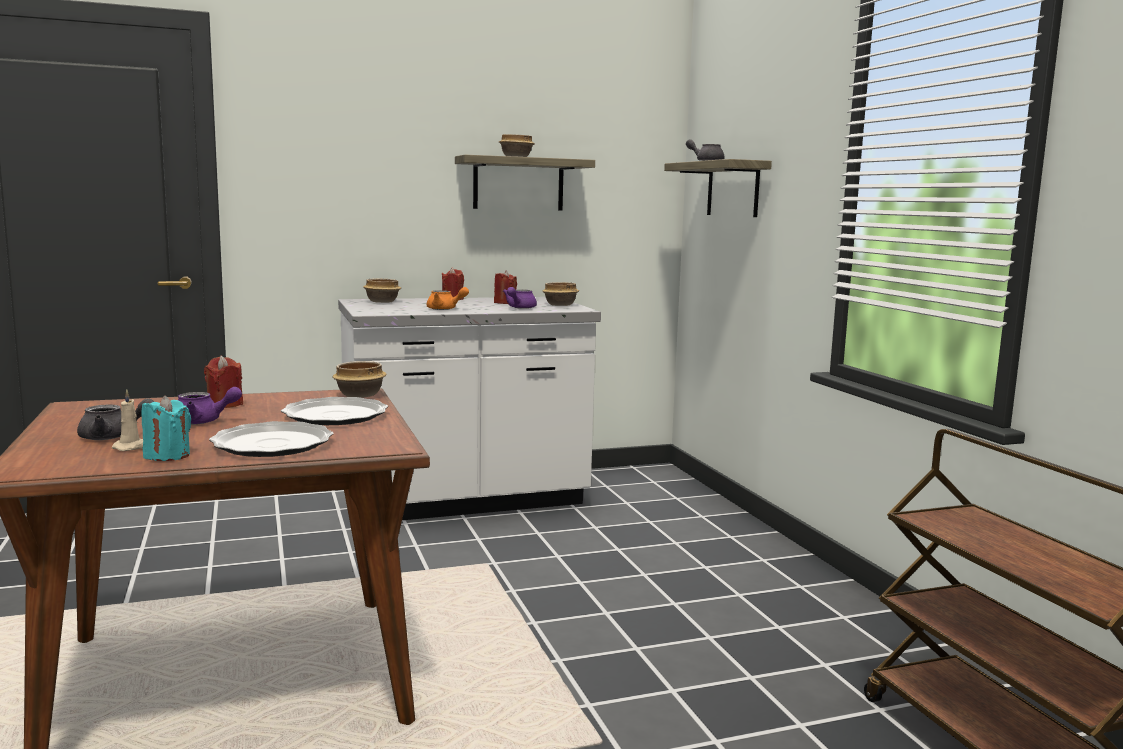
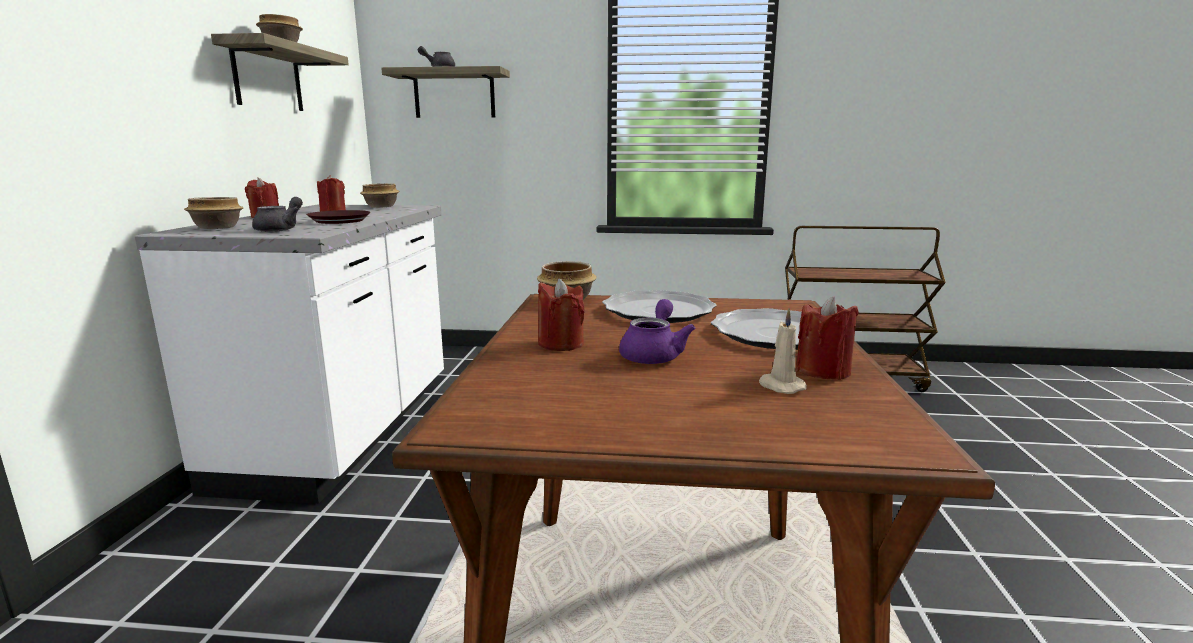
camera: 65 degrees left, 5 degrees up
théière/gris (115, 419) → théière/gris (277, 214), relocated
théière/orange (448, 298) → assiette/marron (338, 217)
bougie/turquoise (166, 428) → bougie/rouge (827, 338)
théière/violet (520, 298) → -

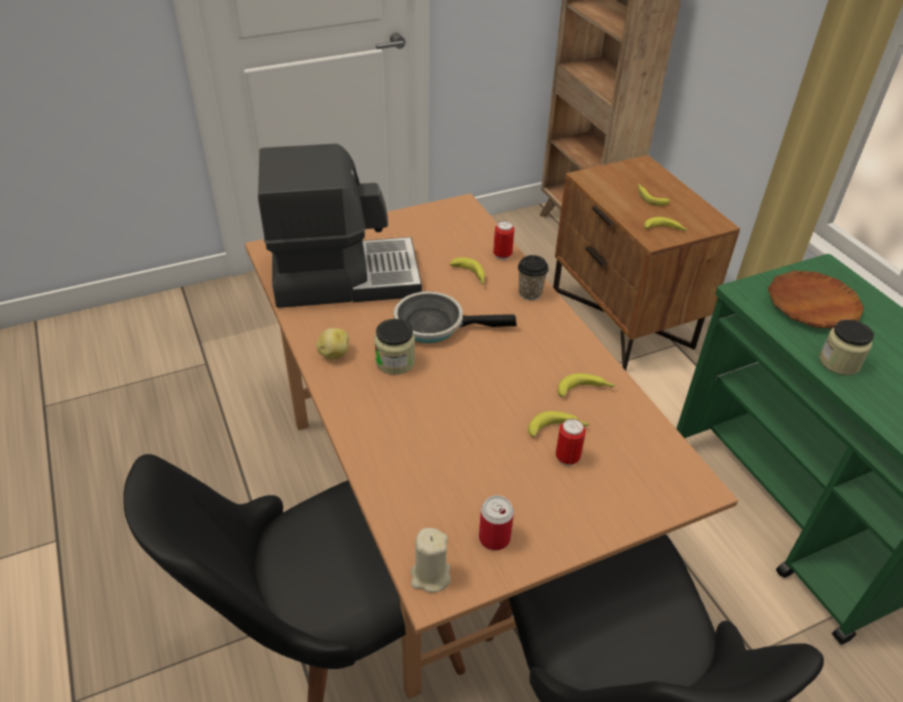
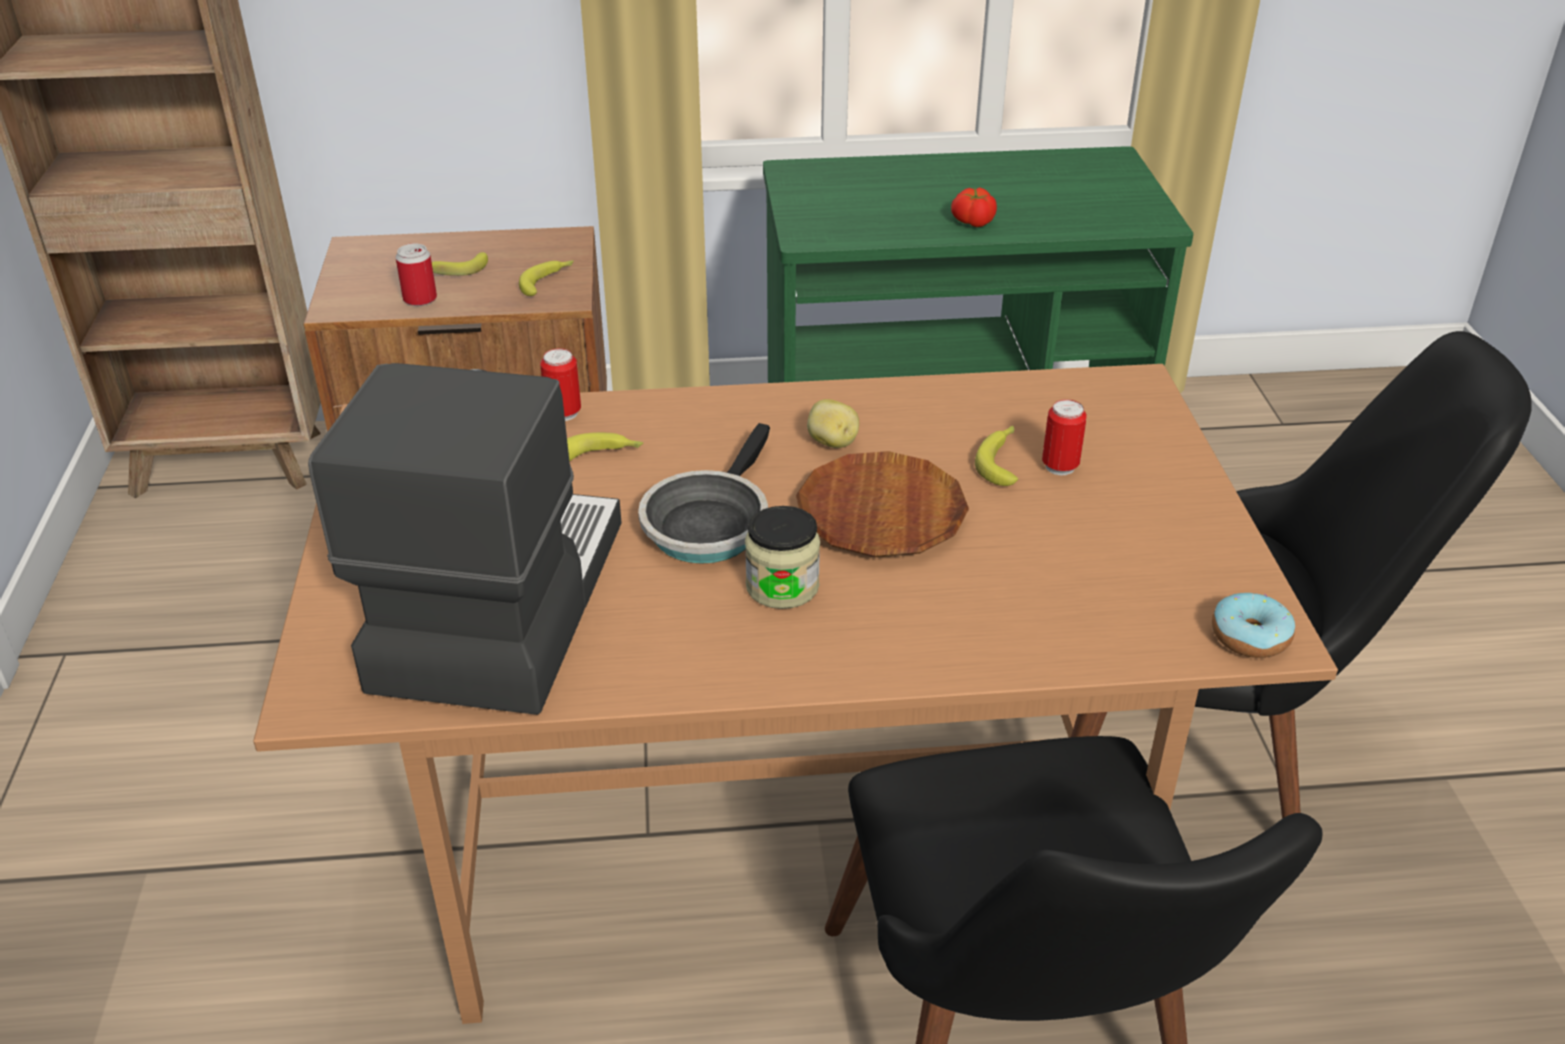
camera: 70 degrees left, 5 degrees down
boîte métallique (496, 522) → boîte métallique (416, 274), relocated
assiette/marron (816, 300) → assiette/marron (882, 504), relocated
pomme de terre (332, 344) → pomme de terre (833, 423), relocated
bocal (846, 347) → tomate (974, 207)
bougie/beige (430, 560) → beignet (1253, 625)
tasse (533, 277) → -
banane (587, 385) → -

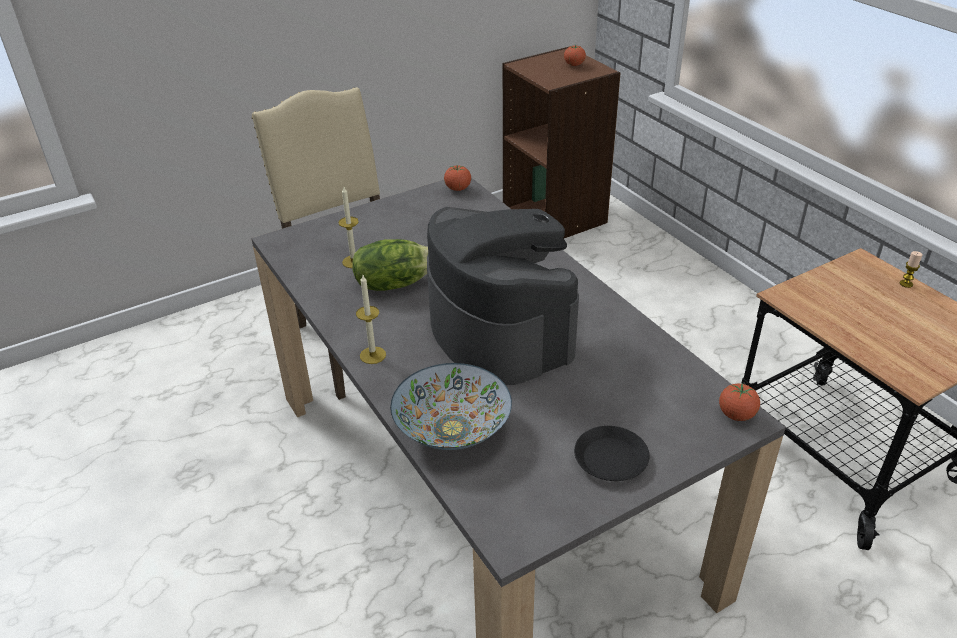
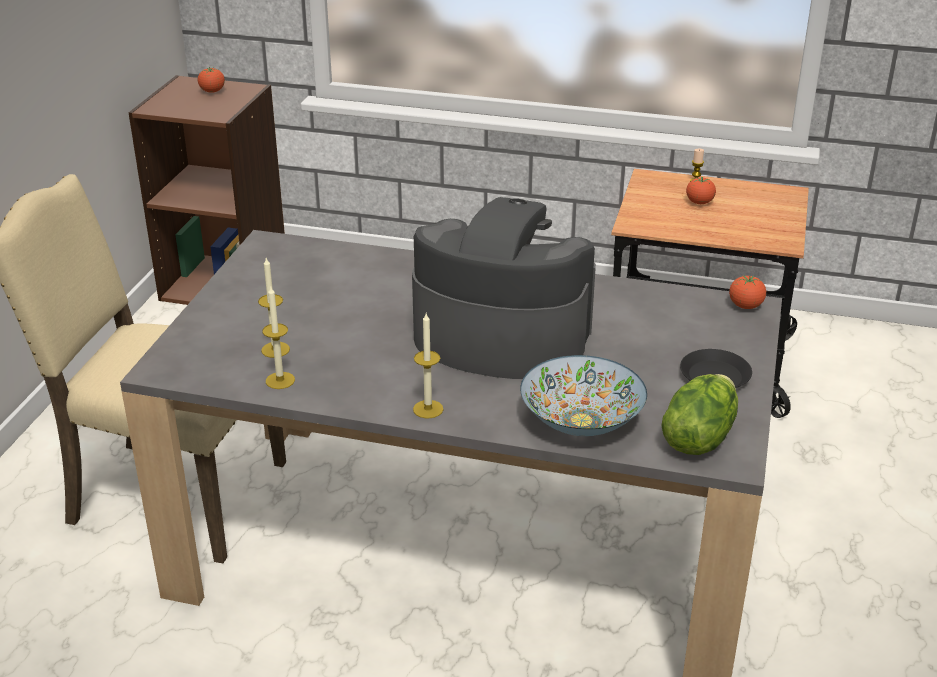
camera: 45 degrees left, 5 degrees down
- → bougie (278, 337)
laitue (390, 265) → laitue (699, 414), relocated
tomate (457, 178) → tomate (701, 190), relocated

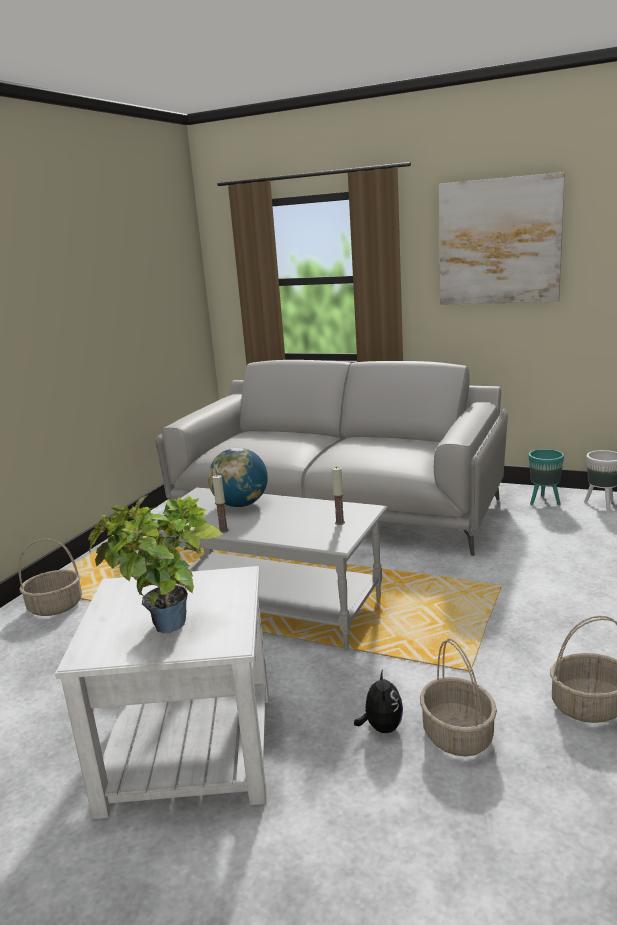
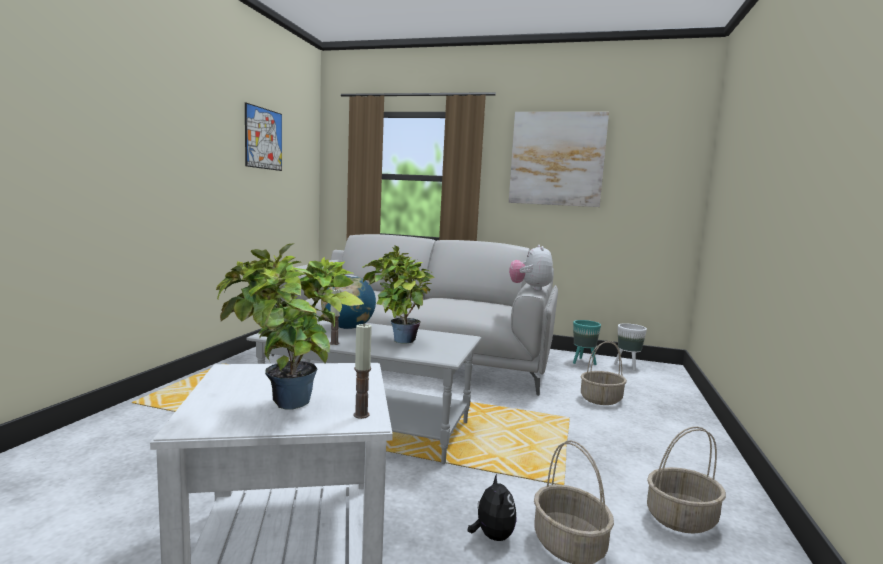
camera: 10 degrees left, 10 degrees down
- → tableau (263, 136)
bougie (338, 495) → bougie (362, 371), relocated
- → plante en pot (398, 294)
- → peluche (531, 267)
panier (50, 577) → panier (604, 373), relocated

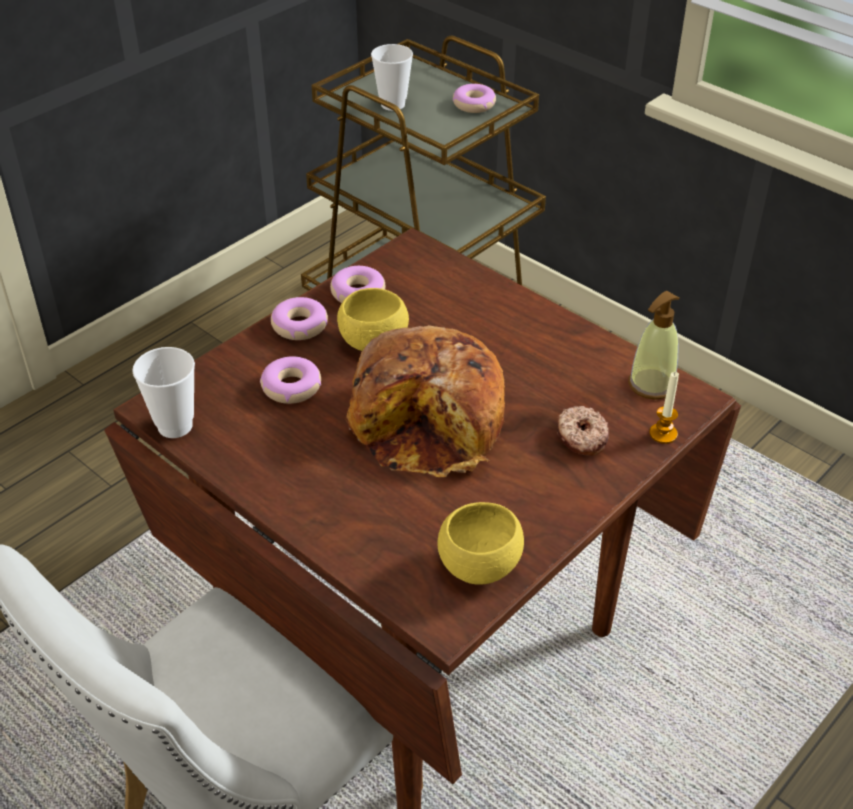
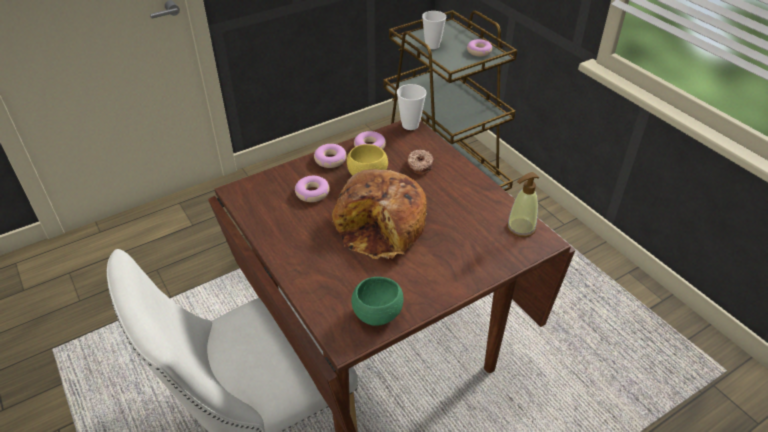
camera: 15 degrees right, 0 degrees up
bol/jaune (480, 543) → bol/vert (377, 301)
tasse (163, 392) → tasse (412, 107), relocated
beignet (583, 431) → beignet (420, 161), relocated
bougie (664, 408) → -

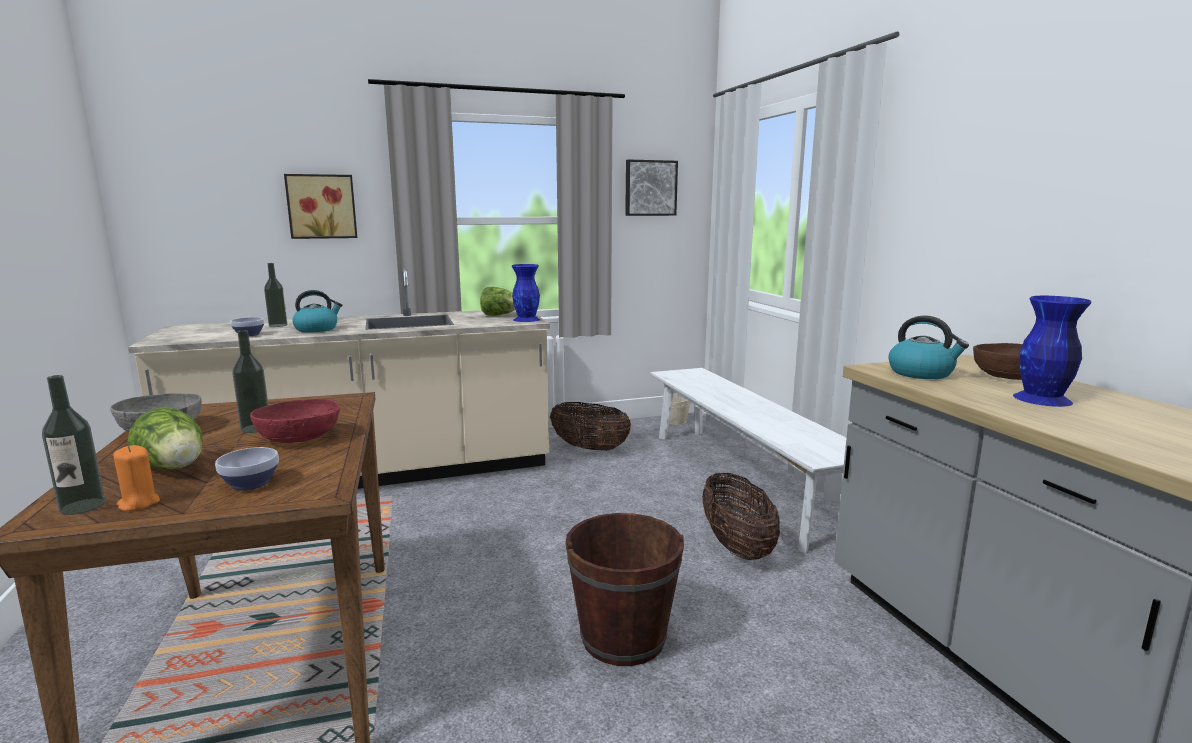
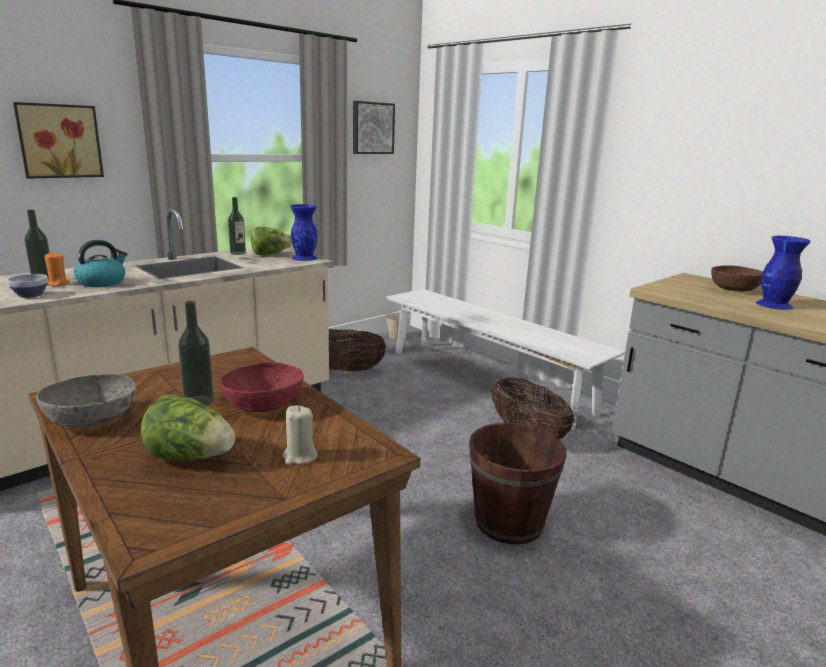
camera: 25 degrees left, 5 degrees up
bougie/orange (136, 478) → bougie/orange (57, 269), relocated
bouteille (73, 445) → bouteille (237, 226), relocated
bol (247, 468) → bougie/beige (299, 435)
bouilloire (928, 347) → -

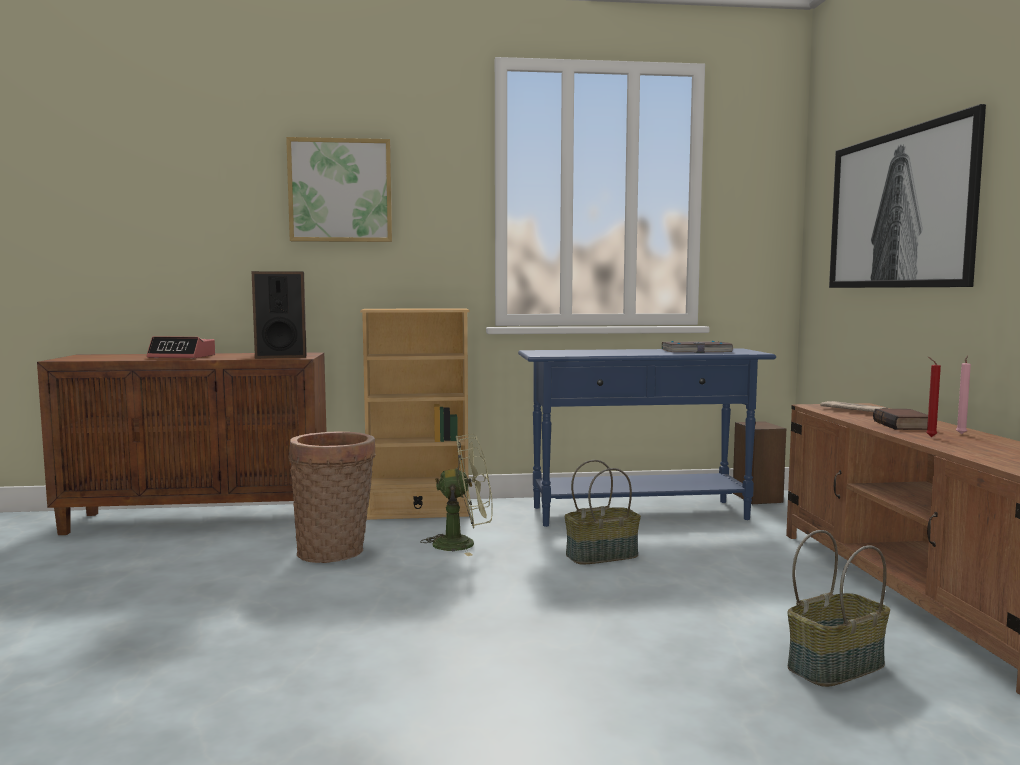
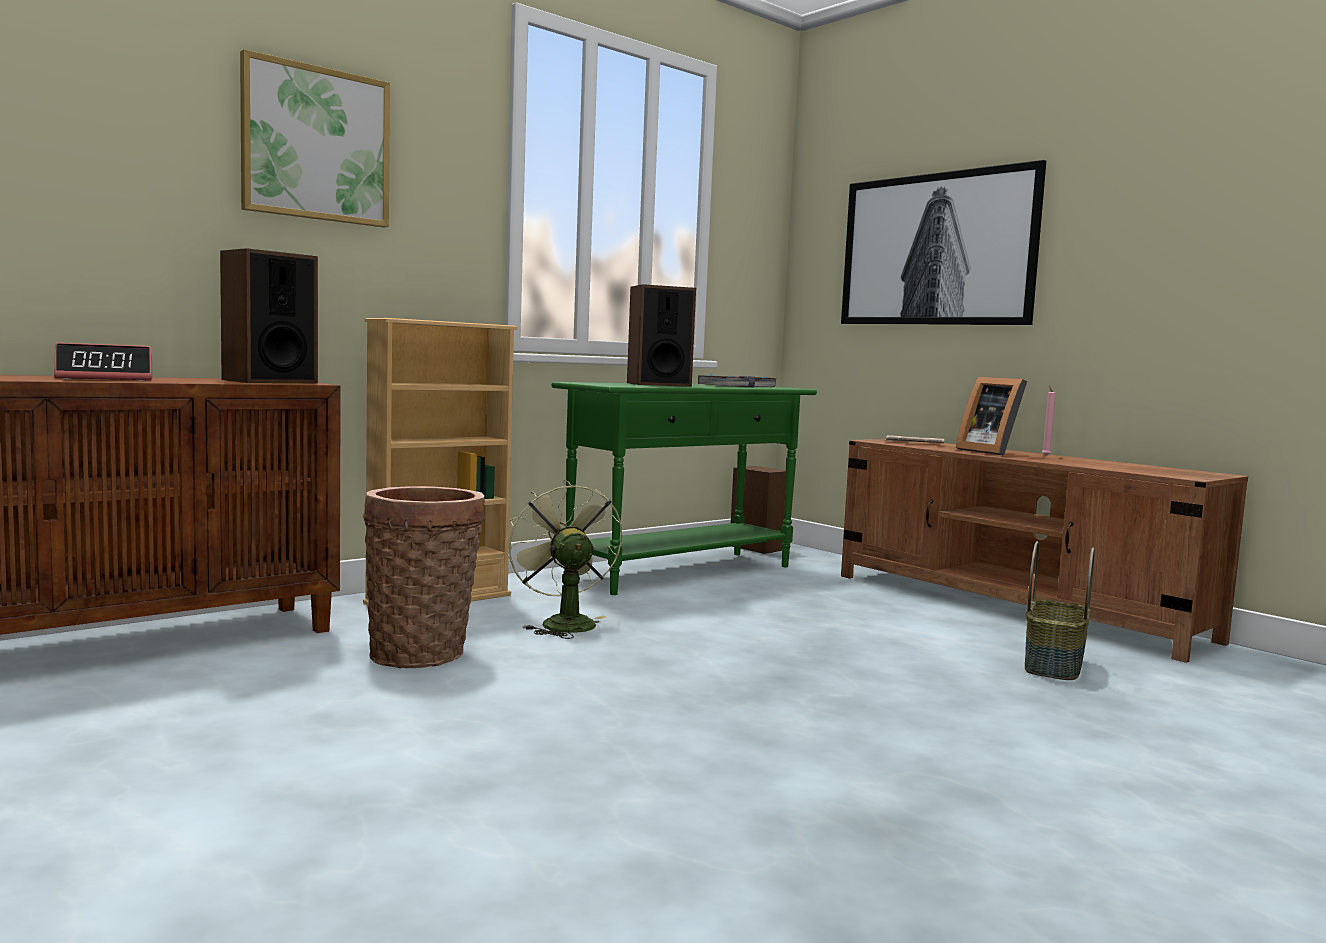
camera: 35 degrees left, 0 degrees up
ventilateur/vert (456, 495) → ventilateur/vert (564, 559), 75 degrees counterclockwise
table console/bleu (647, 437) → table console/vert (684, 488)
- → enceinte (661, 335)
livre (900, 419) → cadre photo (991, 416)
panier (603, 512) → -
bougie/rouge (933, 397) → -

